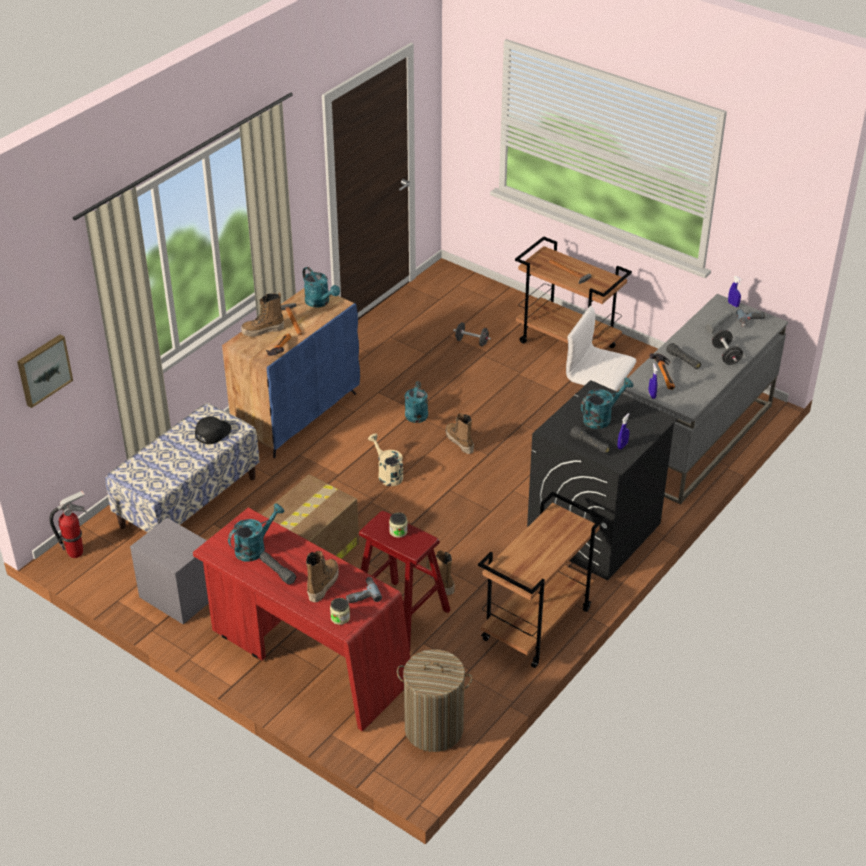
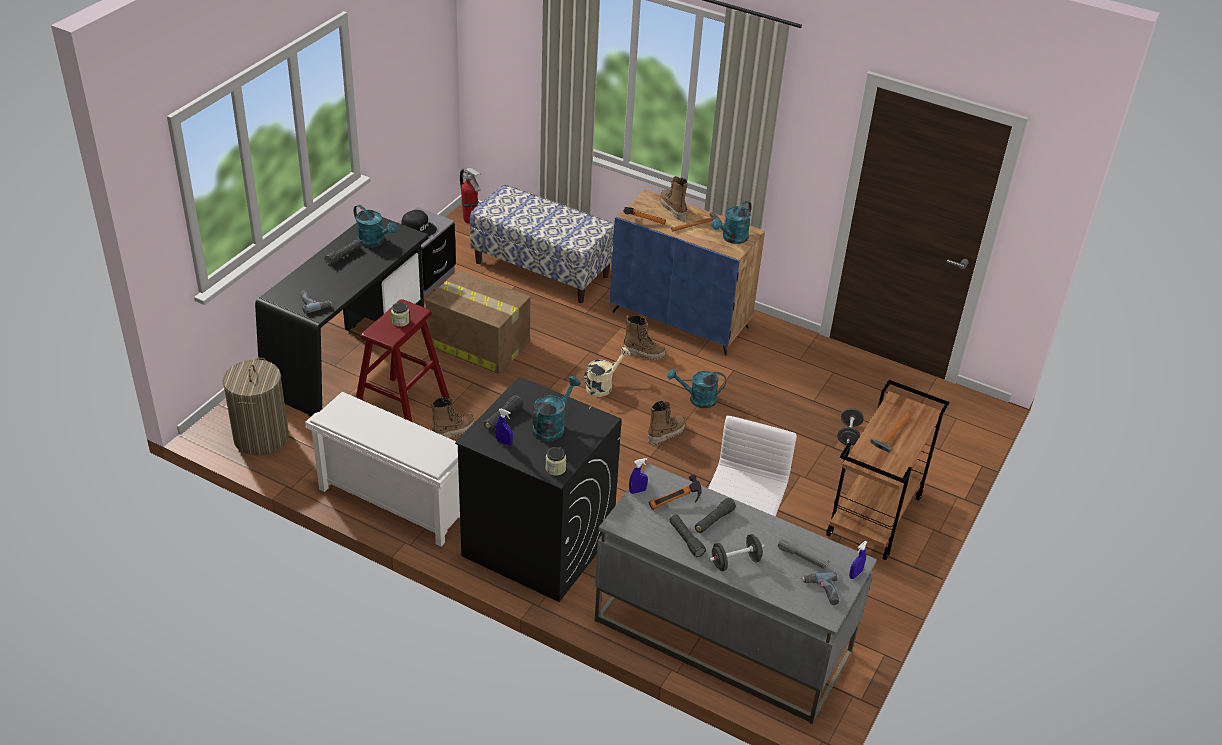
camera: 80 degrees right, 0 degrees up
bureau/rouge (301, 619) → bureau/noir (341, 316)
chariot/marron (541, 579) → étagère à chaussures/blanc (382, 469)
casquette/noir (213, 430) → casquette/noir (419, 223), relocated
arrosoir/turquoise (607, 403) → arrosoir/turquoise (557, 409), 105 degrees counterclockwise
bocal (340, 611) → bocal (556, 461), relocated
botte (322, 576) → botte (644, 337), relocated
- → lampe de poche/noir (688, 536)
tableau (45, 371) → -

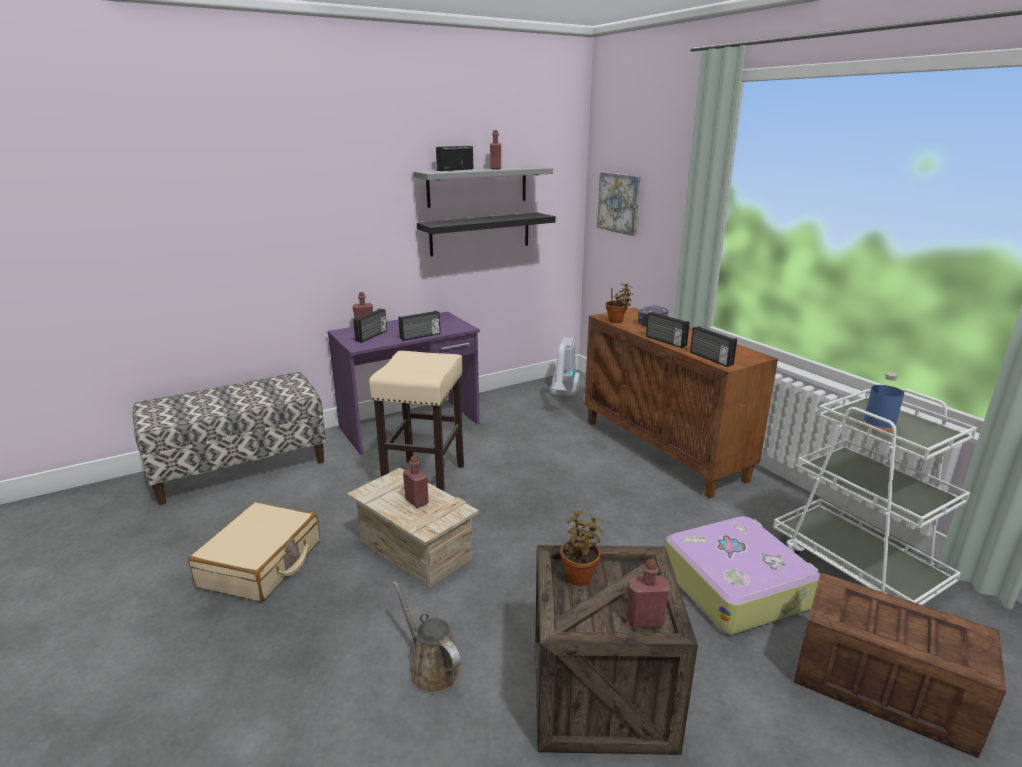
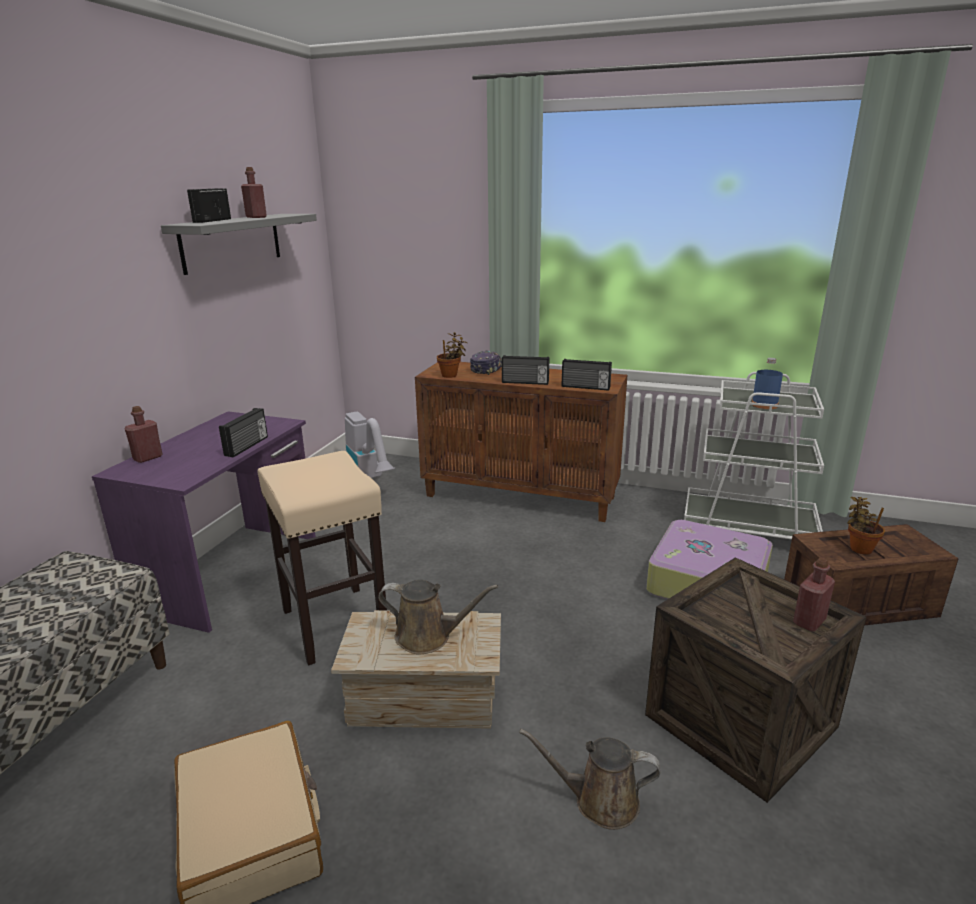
camera: 40 degrees left, 0 degrees up
bouteille/rouge (416, 482) → arrosoir/marron (438, 617)
plante en pot (582, 548) → plante en pot (866, 526), relocated
radio (370, 326) → -
étagère/noir (486, 234) → -
tableau (619, 204) → -

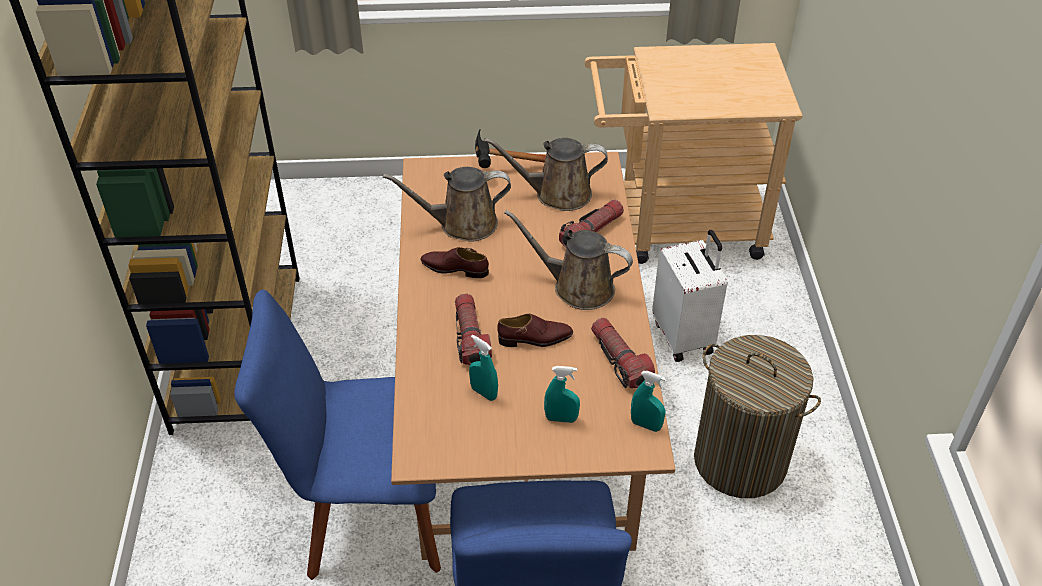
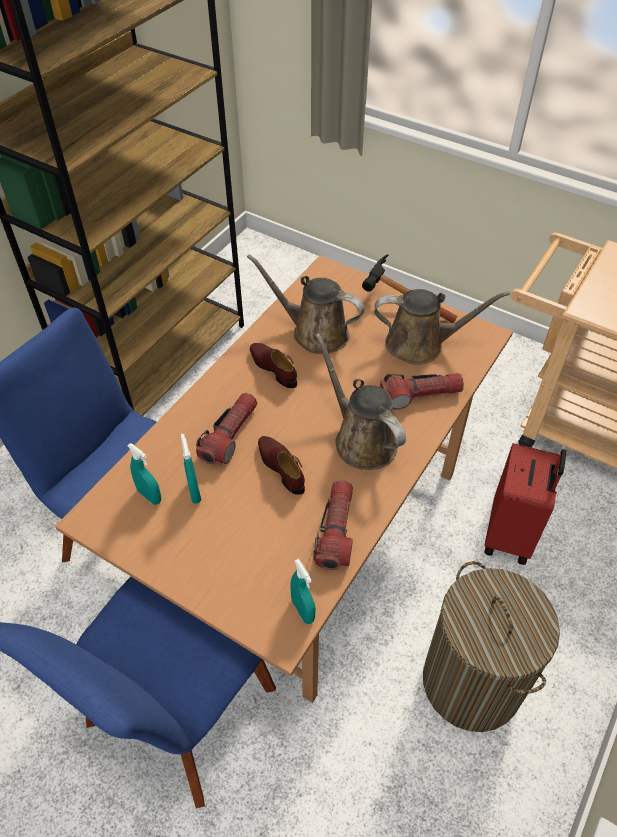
camera: 35 degrees right, 5 degrees up
vaporisateur/turquoise (562, 394) → vaporisateur/turquoise (144, 474), relocated
chaussure/marron (535, 330) → chaussure/marron (281, 465), 150 degrees counterclockwise
arrosoir/marron (546, 174) → arrosoir/marron (442, 327), 150 degrees clockwise
valise/blanc (689, 296) → valise/rouge (525, 504)

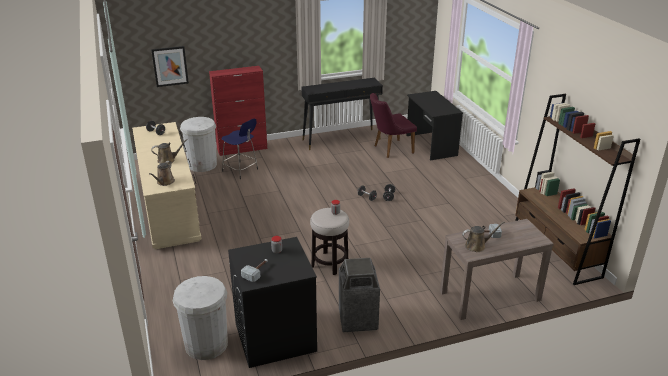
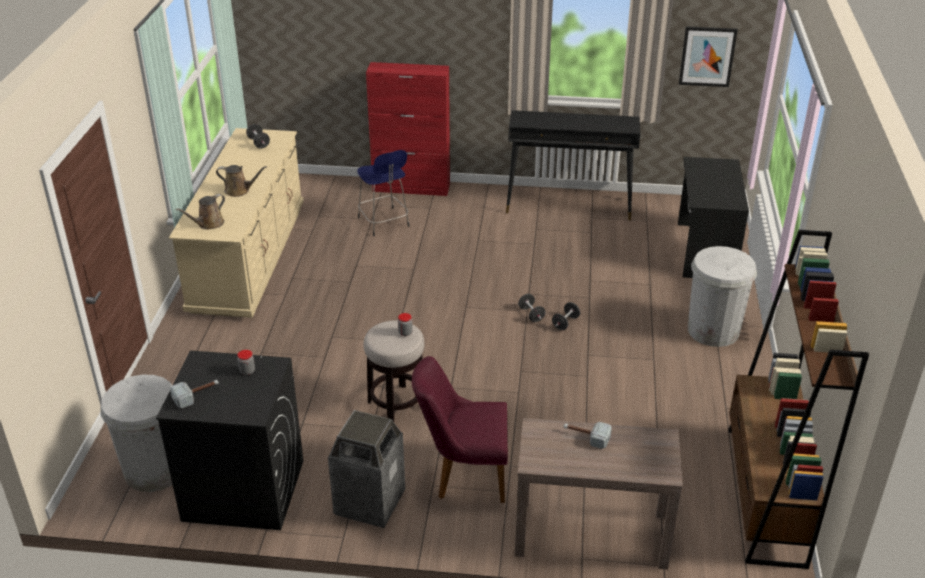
camera: 25 degrees right, 5 degrees up
chaise/violet (393, 125) → chaise/violet (460, 429), relocated
tableau (170, 66) → tableau (708, 56), relocated
poubelle/blanc (198, 144) → poubelle/blanc (722, 296), relocated
arrosoir/marron (483, 236) → -

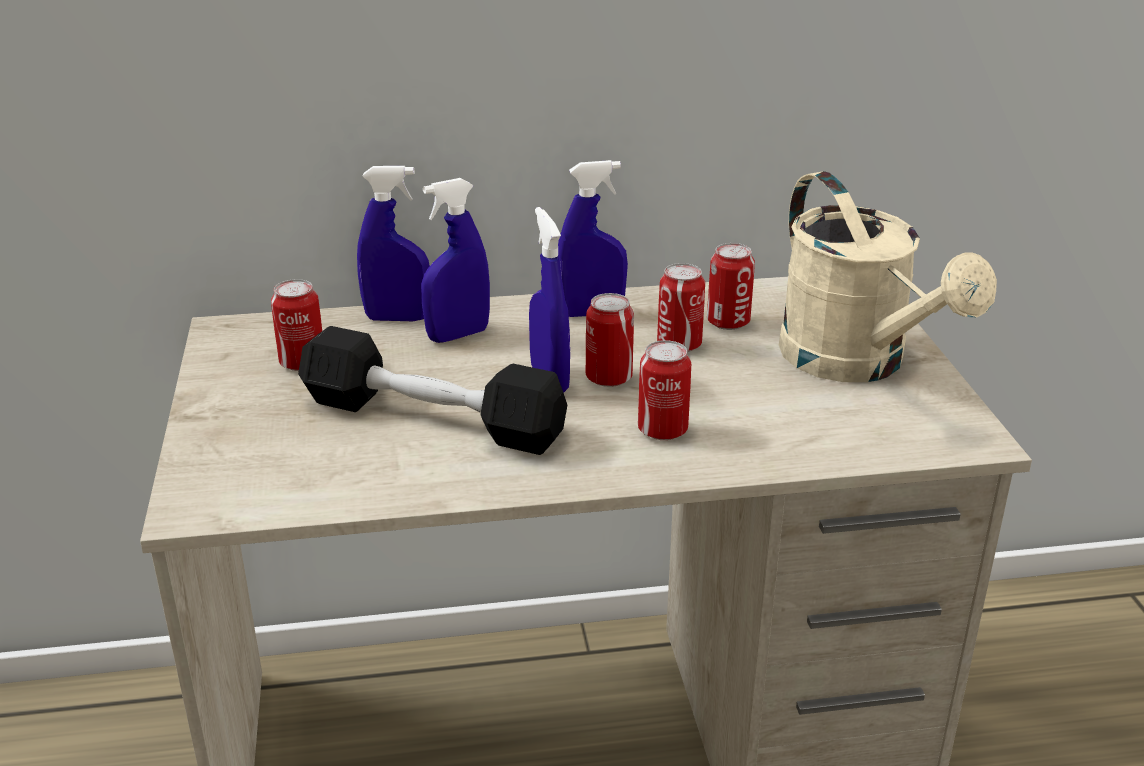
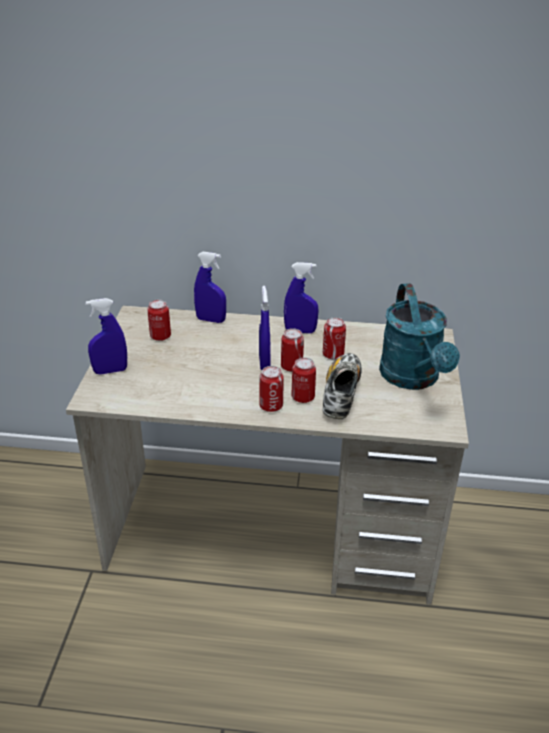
camera: 15 degrees right, 5 degrees up
vaporisateur/bleu (455, 260) → vaporisateur/bleu (106, 336), relocated
boîte métallique (731, 286) → boîte métallique (271, 389), relocated
- → chaussure (342, 386)
arrosoir/beige (888, 276) → arrosoir/turquoise (419, 336)
haltère/noir (432, 390) → -

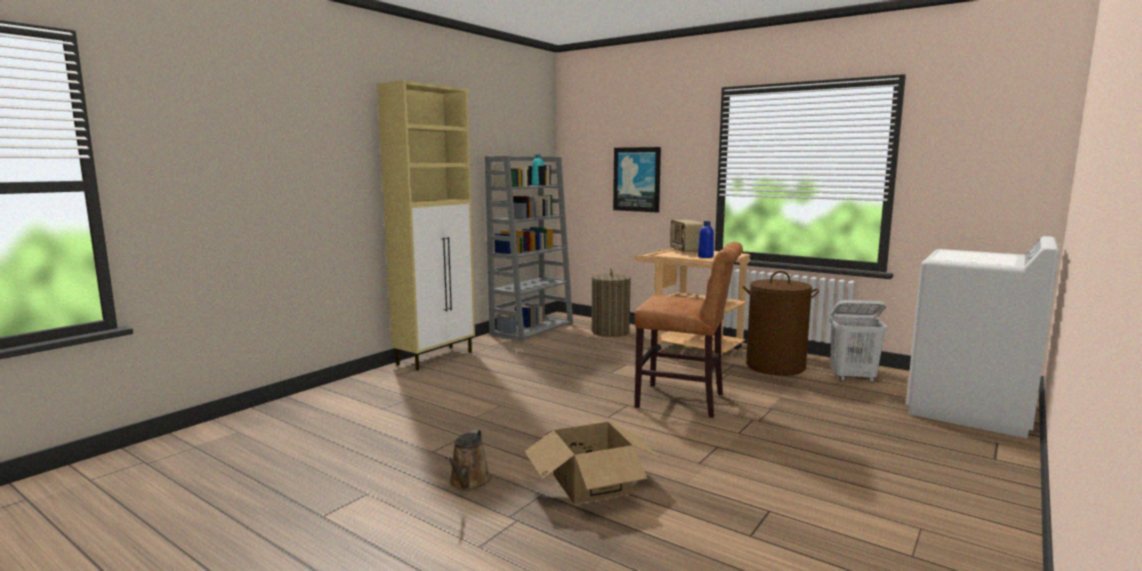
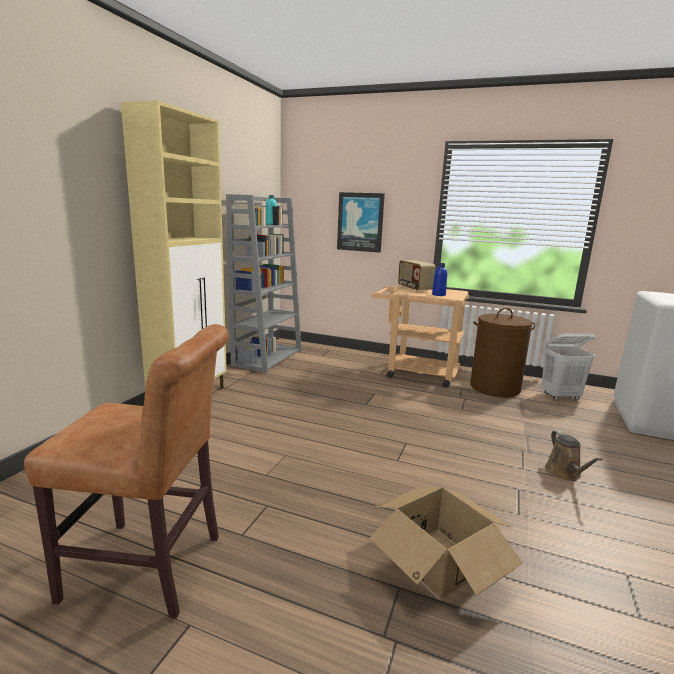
camera: 15 degrees left, 5 degrees up
chaise/marron (689, 330) → chaise/marron (126, 471), relocated
arrosoir/marron (468, 460) → arrosoir/marron (574, 455), relocated
panier à linge (611, 302) → -

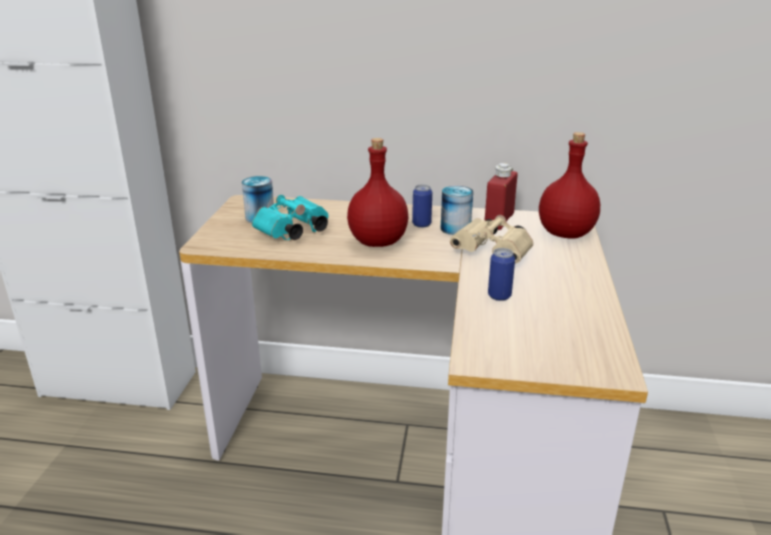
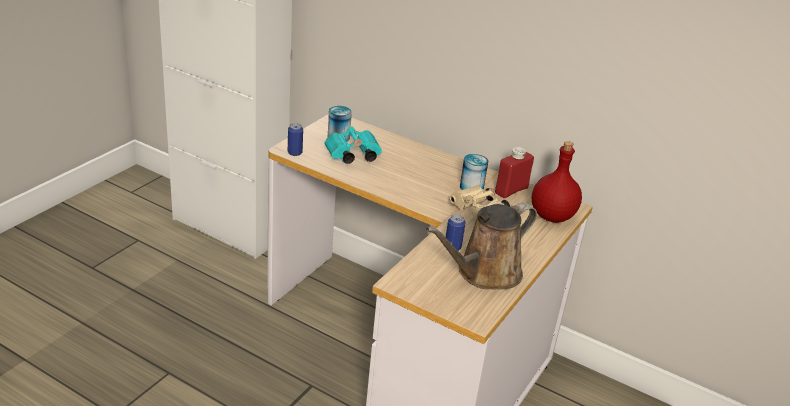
camera: 20 degrees right, 5 degrees up
boîte métallique (422, 206) → boîte métallique (295, 139), relocated
- → arrosoir/marron (481, 246)
bouteille/rouge (377, 192) → -

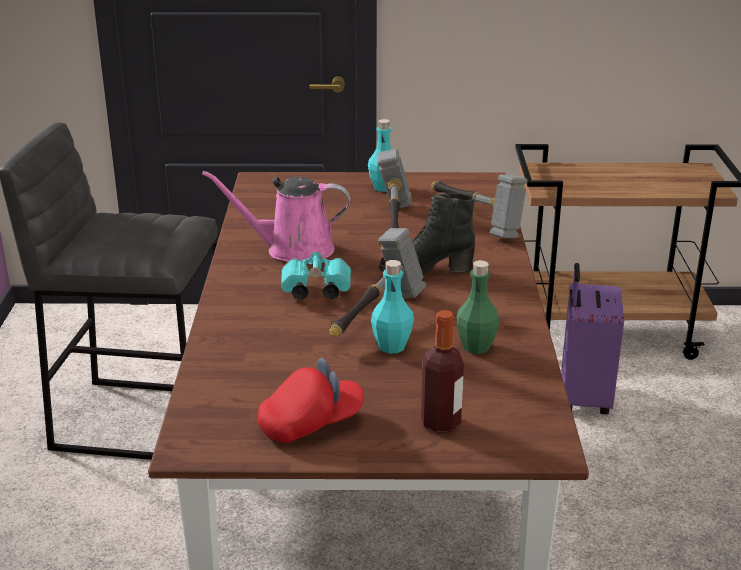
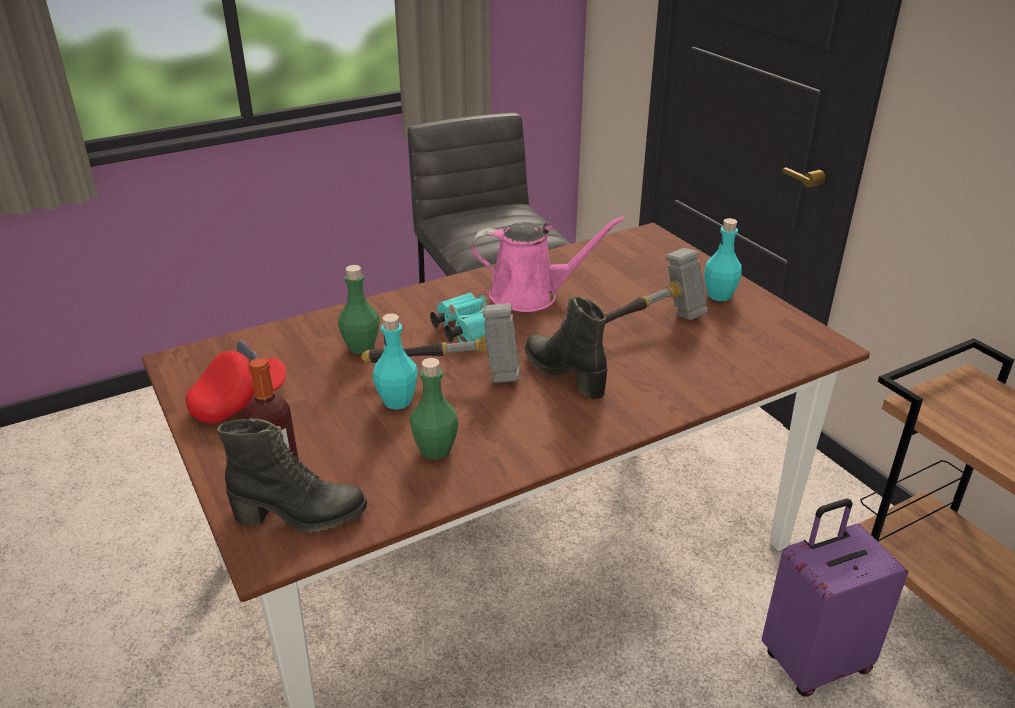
camera: 60 degrees right, 5 degrees up
casquette/rouge (311, 400) → casquette/rouge (236, 382), 75 degrees counterclockwise
- → botte/noir (292, 475)
- → bouteille/vert (359, 310)
arrosoir/rose (276, 217) → arrosoir/rose (548, 264), 120 degrees clockwise
marteau (479, 206) → -

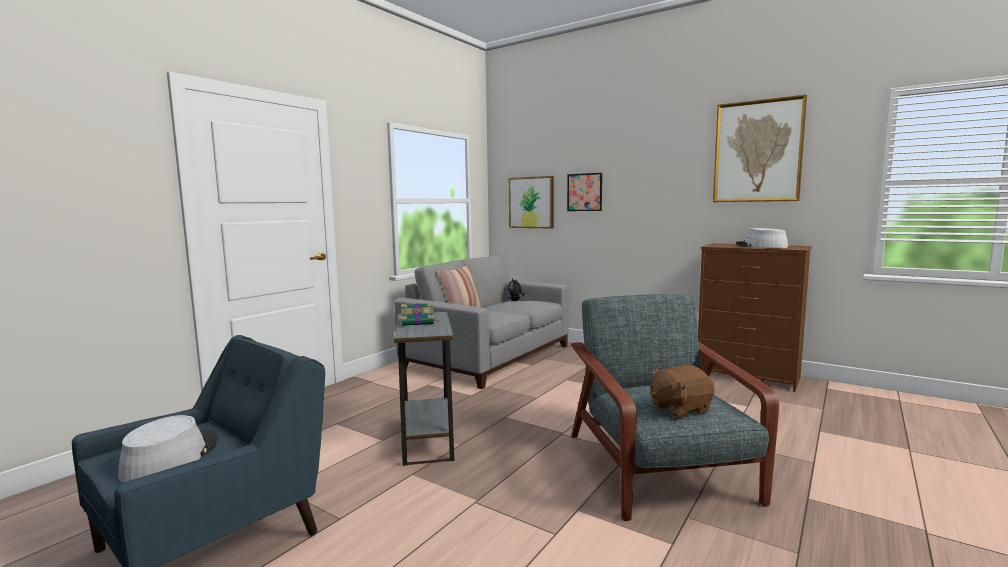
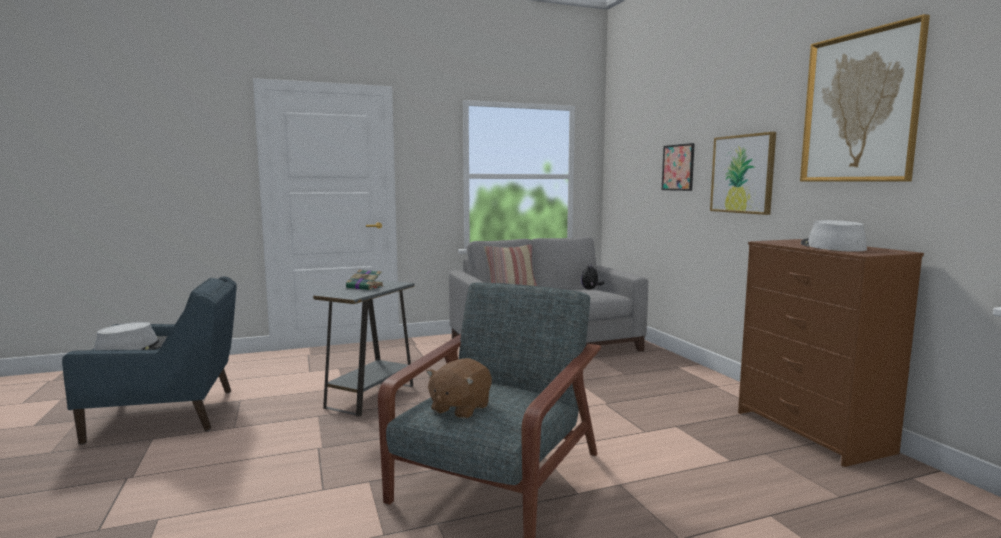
camera: 35 degrees right, 0 degrees up
peluche/marron (682, 391) → peluche/marron (459, 388), 75 degrees counterclockwise
tableau (531, 202) → tableau (743, 173), relocated

